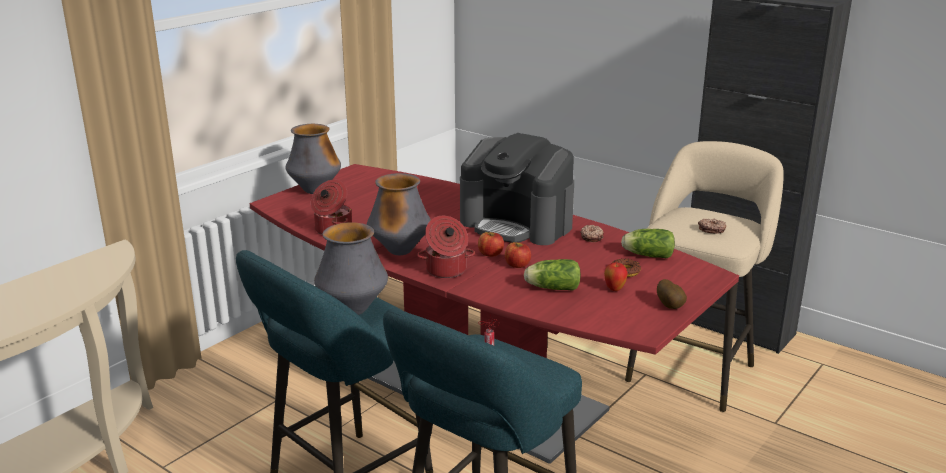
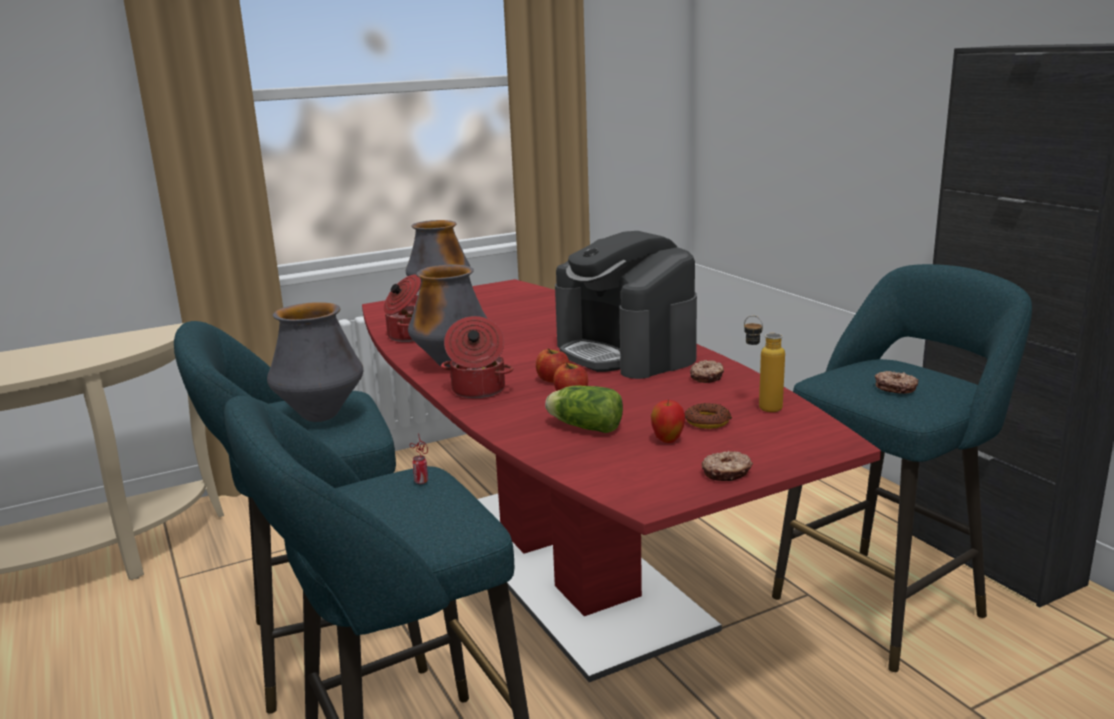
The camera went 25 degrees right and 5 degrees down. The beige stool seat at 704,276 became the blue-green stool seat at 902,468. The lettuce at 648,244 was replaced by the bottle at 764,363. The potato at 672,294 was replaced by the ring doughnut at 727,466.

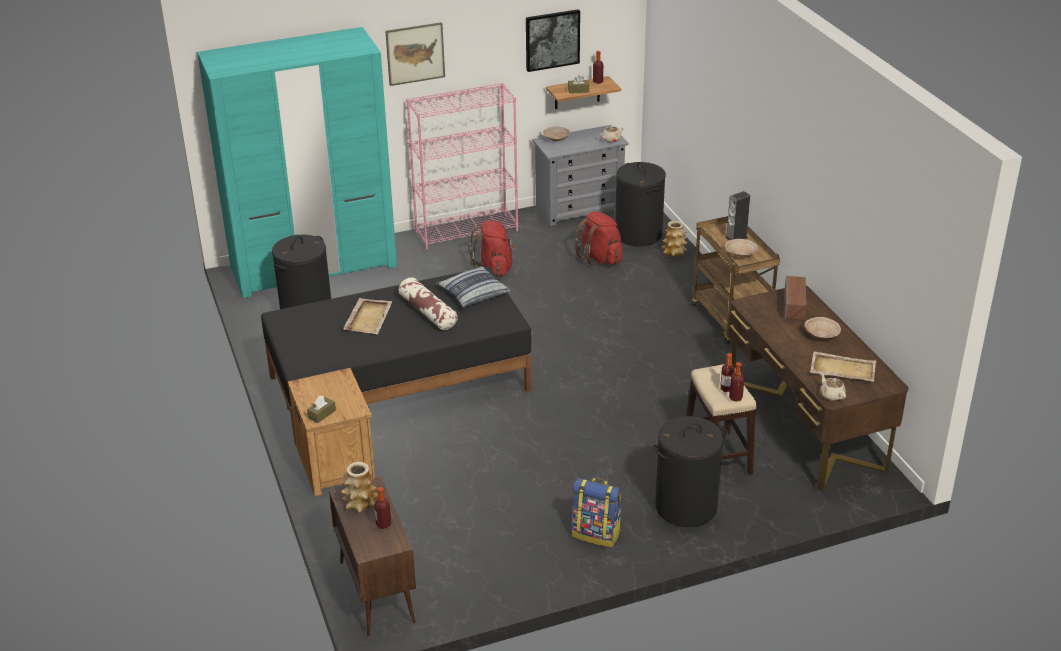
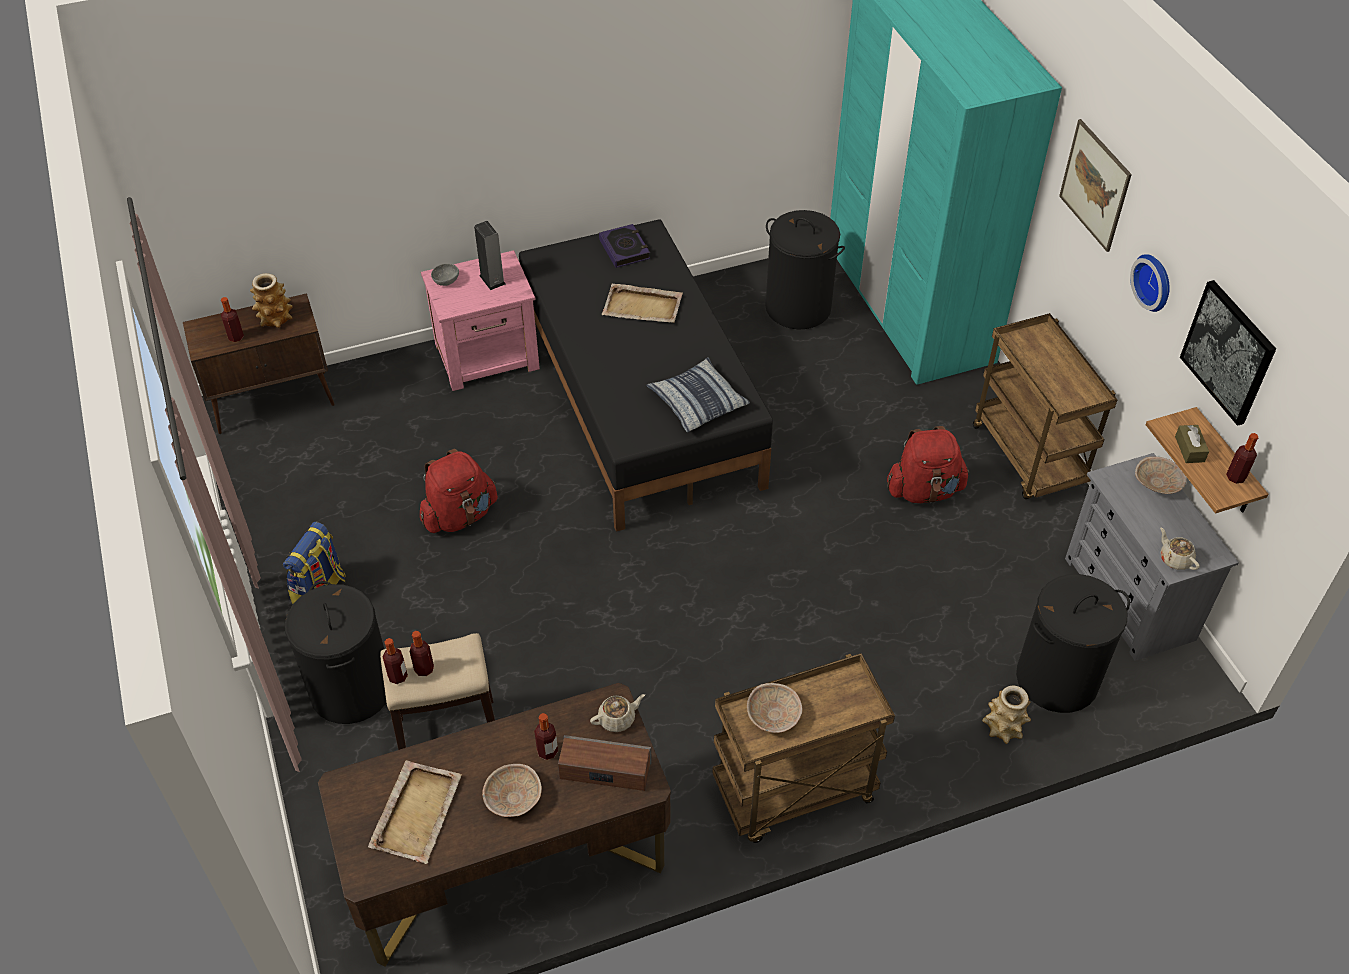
The camera went 90 degrees right and 15 degrees up. The pink bookshelf at 462,166 was replaced by the brown wheeled cart at 1045,406. The loudspeaker moved from 737,215 to 490,255. The reddish rucksack moved from 598,238 to 459,491. The pillow at 428,303 disappeared. The brown nightstand at 331,432 became the pink nightstand at 480,320. The beige pot for tea moved from 833,386 to 617,713. The brown tissue box at 321,409 was replaced by the gray serving bowl at 445,274. The bound book at 624,246 appeared. The hanging clock at 1150,283 appeared. The bottle at 546,736 appeared.

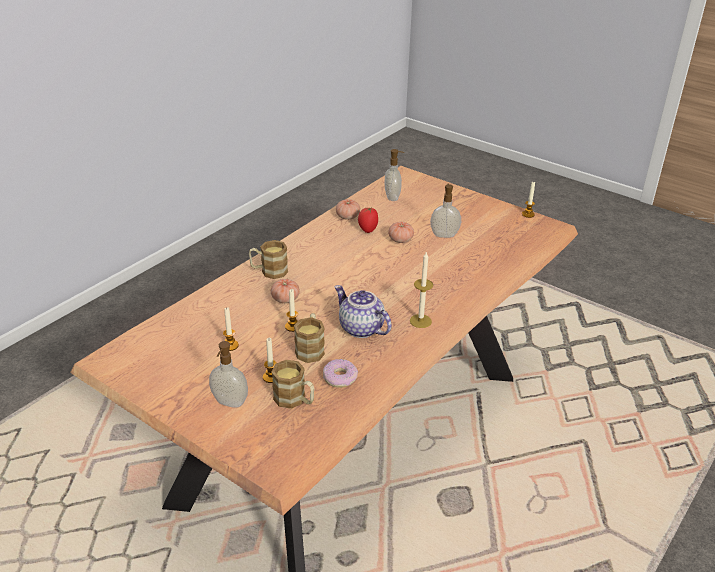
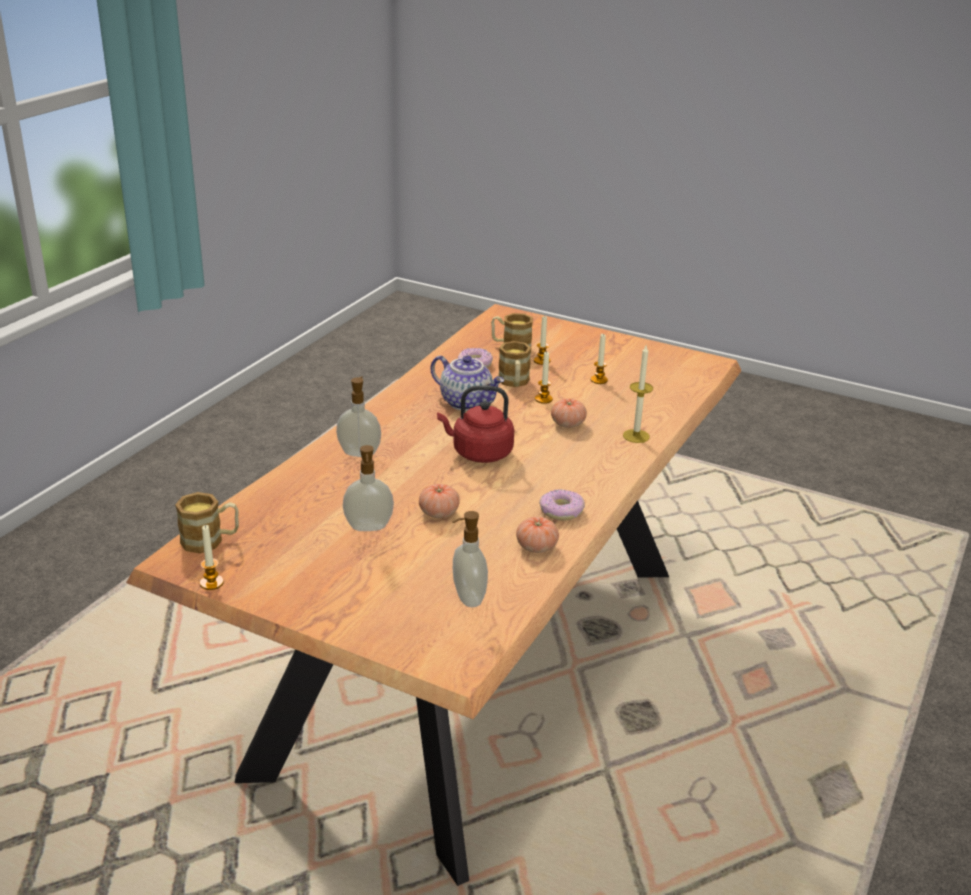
The camera went 170 degrees right and 5 degrees down. The tomato at 368,220 disappeared. The mug moved from 268,259 to 207,522. The wax light moved from 421,290 to 638,394. The liquid soap bottle moved from 228,374 to 358,416. The reddish tea kettle at 475,424 appeared. The ring doughnut at 562,504 appeared.

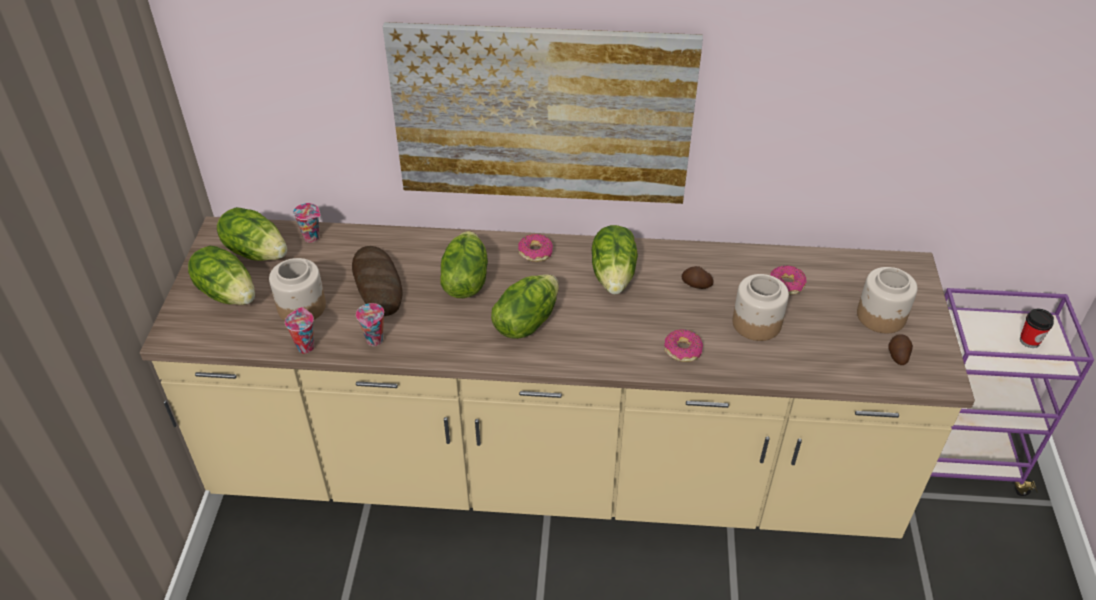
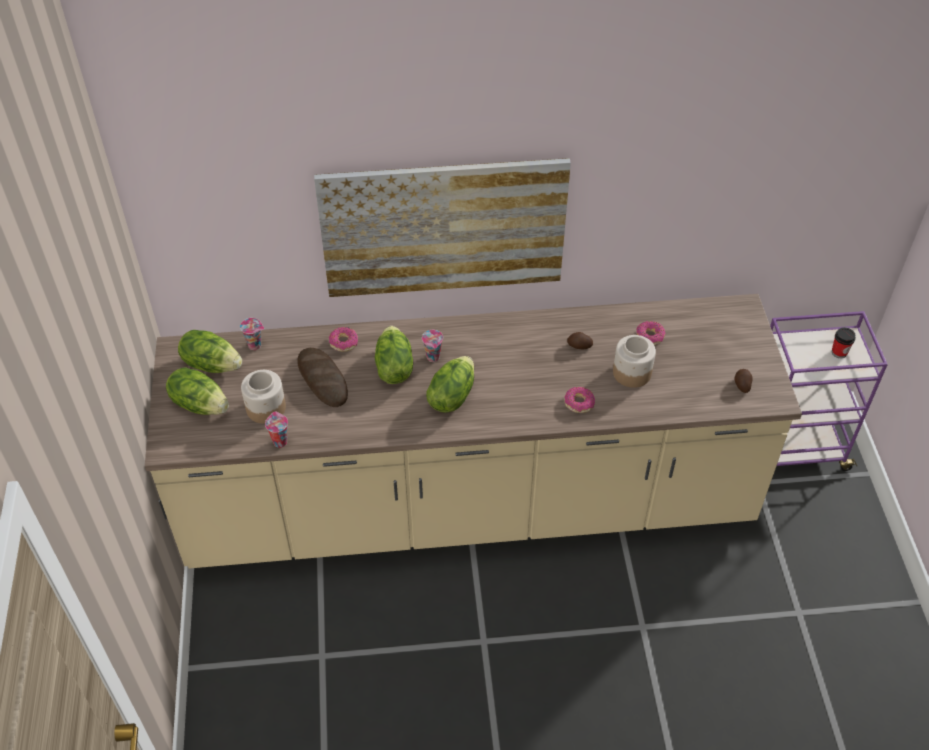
The camera went 10 degrees left and 5 degrees up. The lettuce at 614,259 disappeared. The ring doughnut moved from 535,248 to 343,339. The storage jar at 887,300 disappeared. The small cup moved from 370,324 to 432,346.

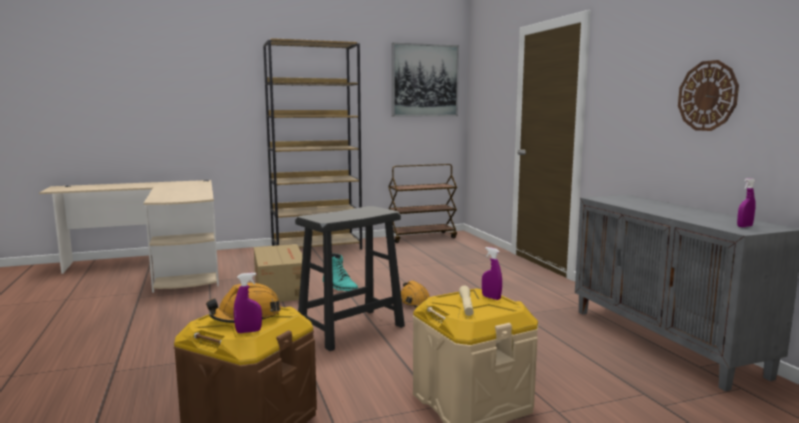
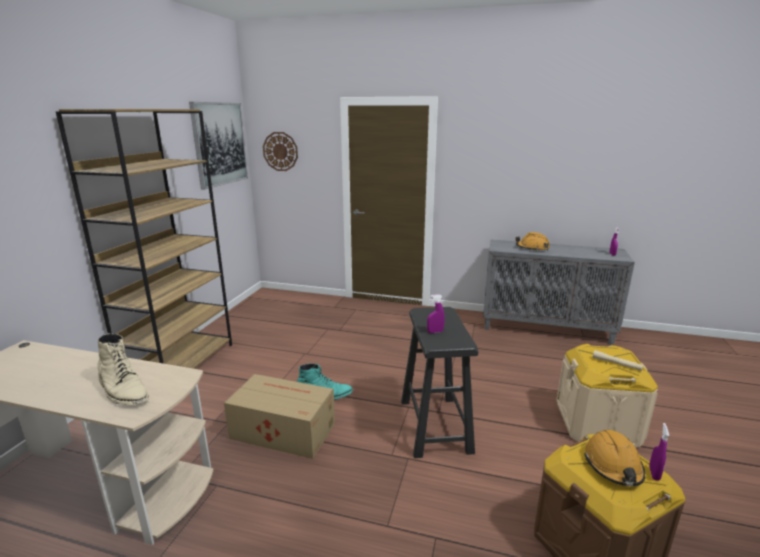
The camera went 55 degrees left and 10 degrees up. The hanging clock moved from 708,95 to 280,151. The brown wheeled cart at 422,203 disappeared. The purple hand sprayer moved from 492,273 to 436,313. The orange-coloured safety helmet moved from 415,294 to 532,241. The beige tall boot at 123,369 appeared.

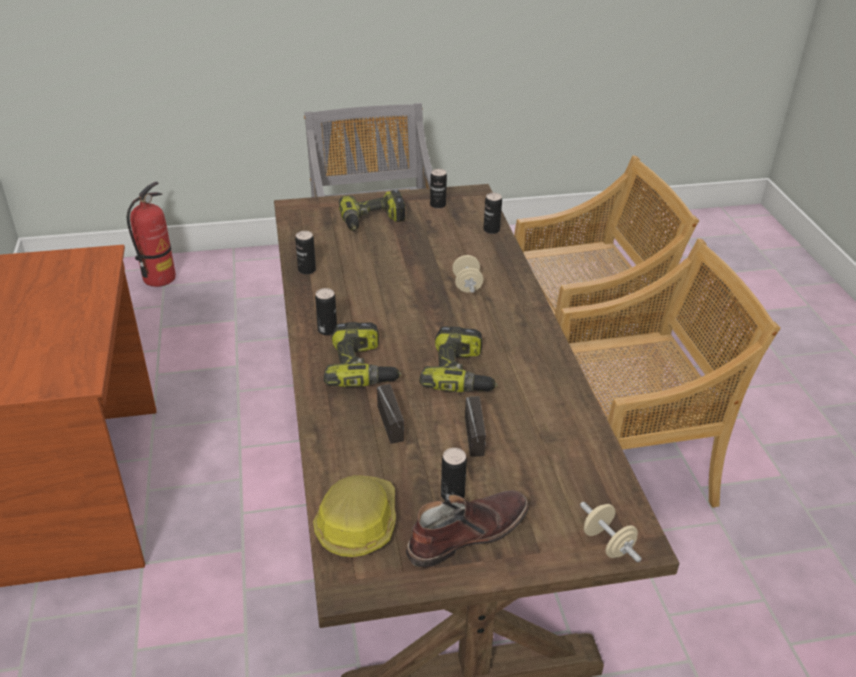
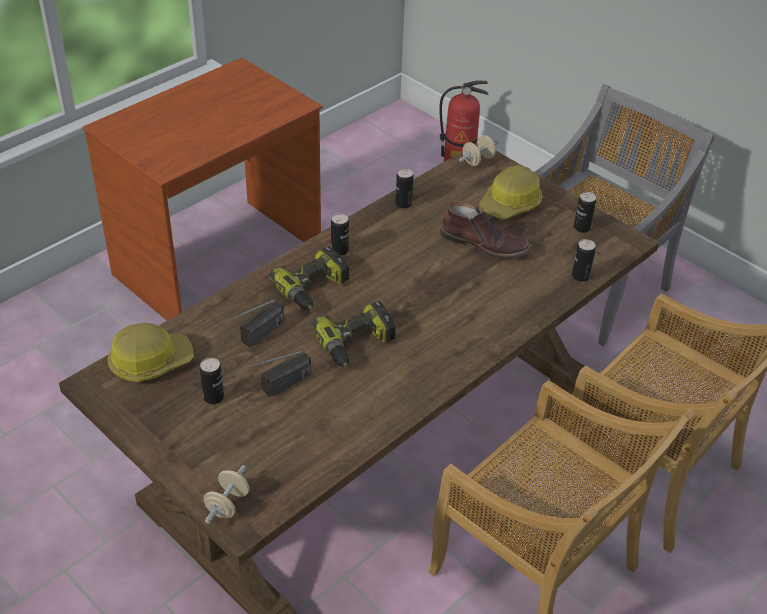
The camera went 55 degrees right and 5 degrees up. The power drill at 372,210 was replaced by the safety helmet at 510,192. The beige dumbbell moved from 467,274 to 479,150. The brown tall boot moved from 467,529 to 485,230.

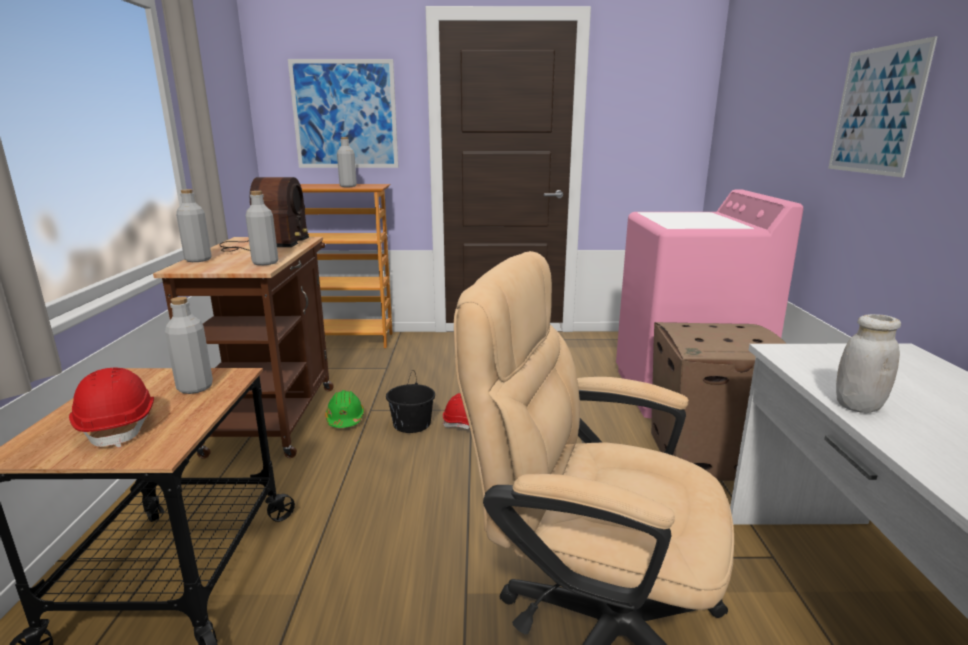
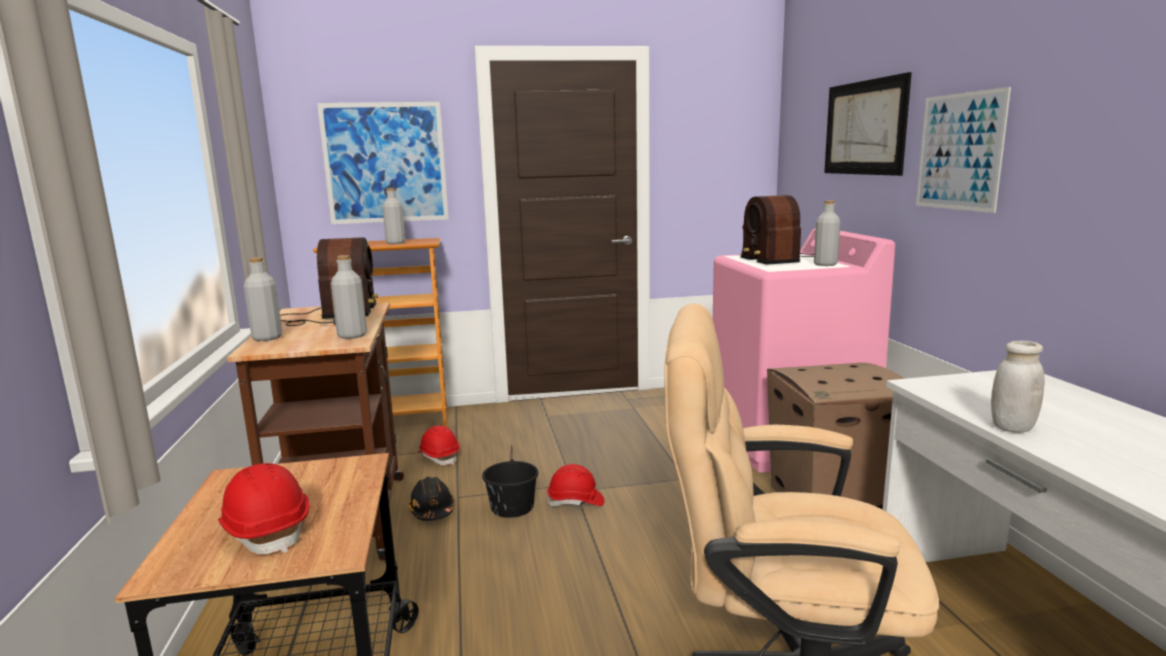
The camera went 10 degrees left and 5 degrees down. The gray bottle moved from 189,345 to 827,233. The greenish safety helmet at 344,409 became the black-coloured safety helmet at 431,499. The picture at 868,124 appeared. The radio receiver at 777,230 appeared. The reddish safety helmet at 438,445 appeared.

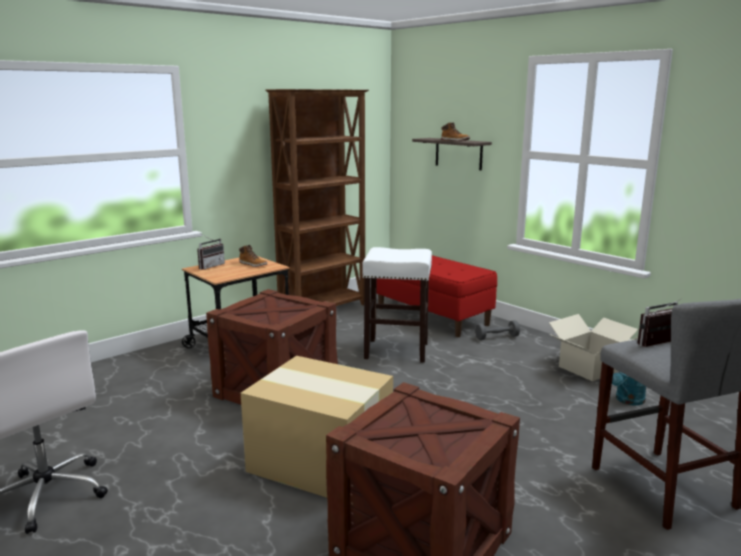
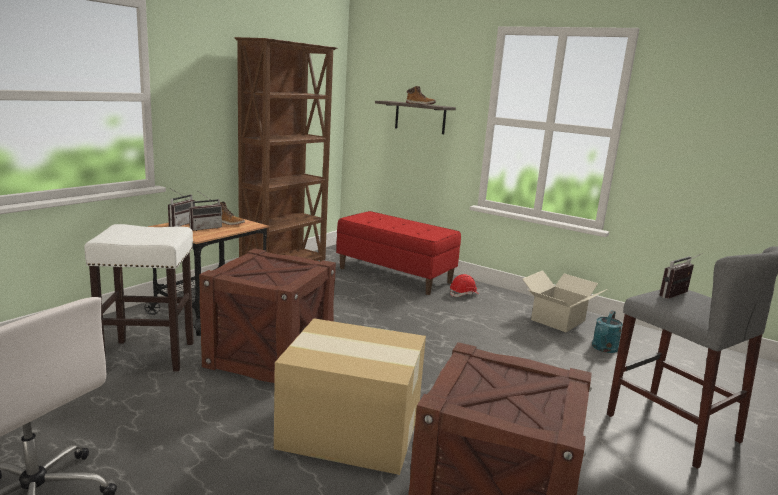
The camera went 15 degrees left and 0 degrees up. The white-coloured stool seat moved from 397,305 to 139,298. The gray dumbbell at 497,330 was replaced by the reddish safety helmet at 464,285. The radio receiver at 206,211 appeared.

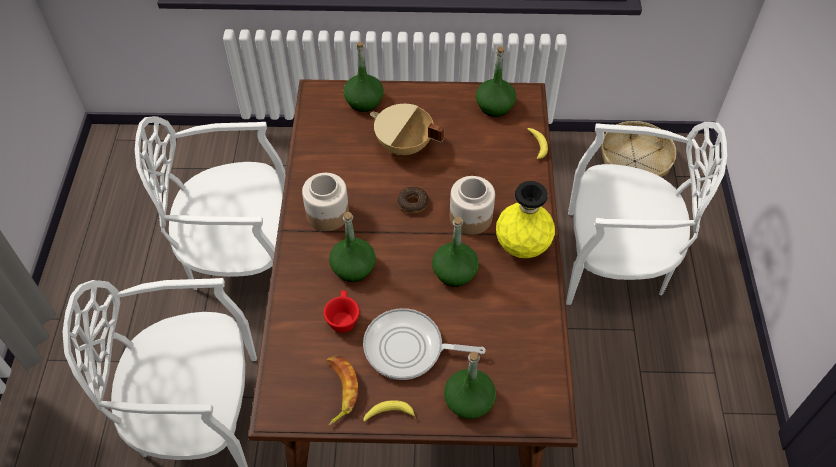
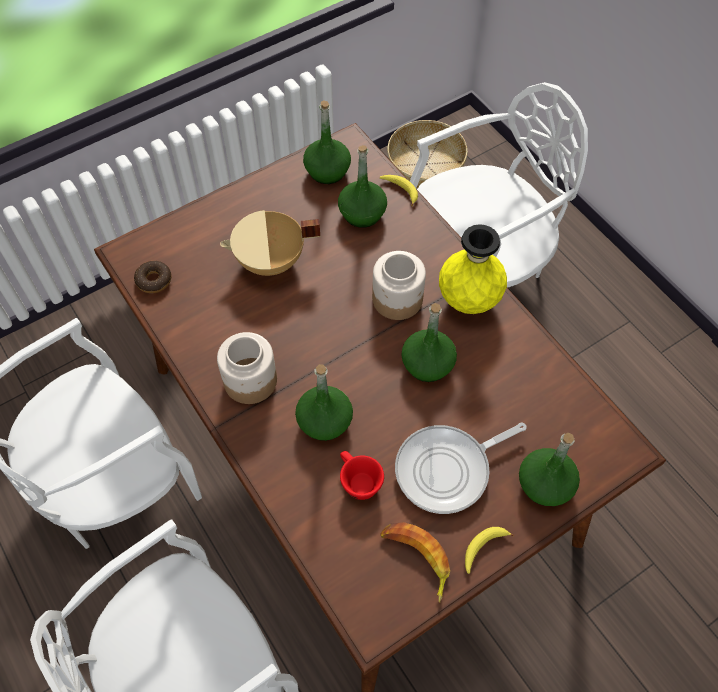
The camera went 35 degrees left and 5 degrees up. The greenish bottle moved from 363,77 to 362,186. The ring doughnut moved from 413,200 to 152,277.

